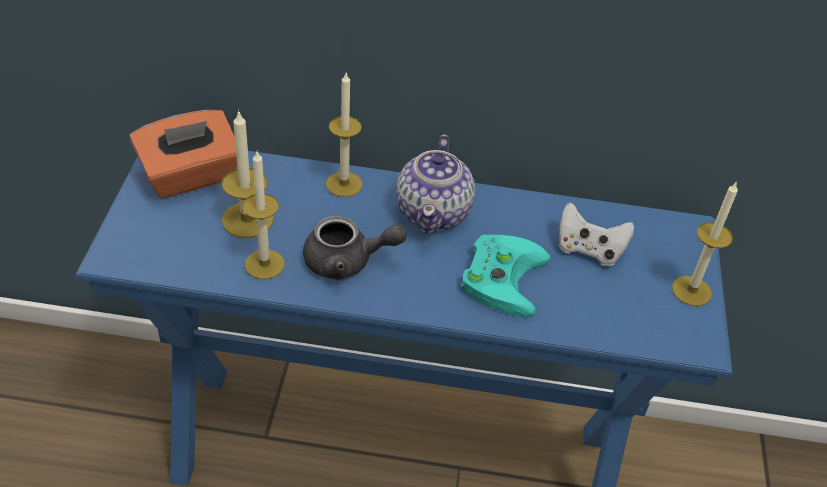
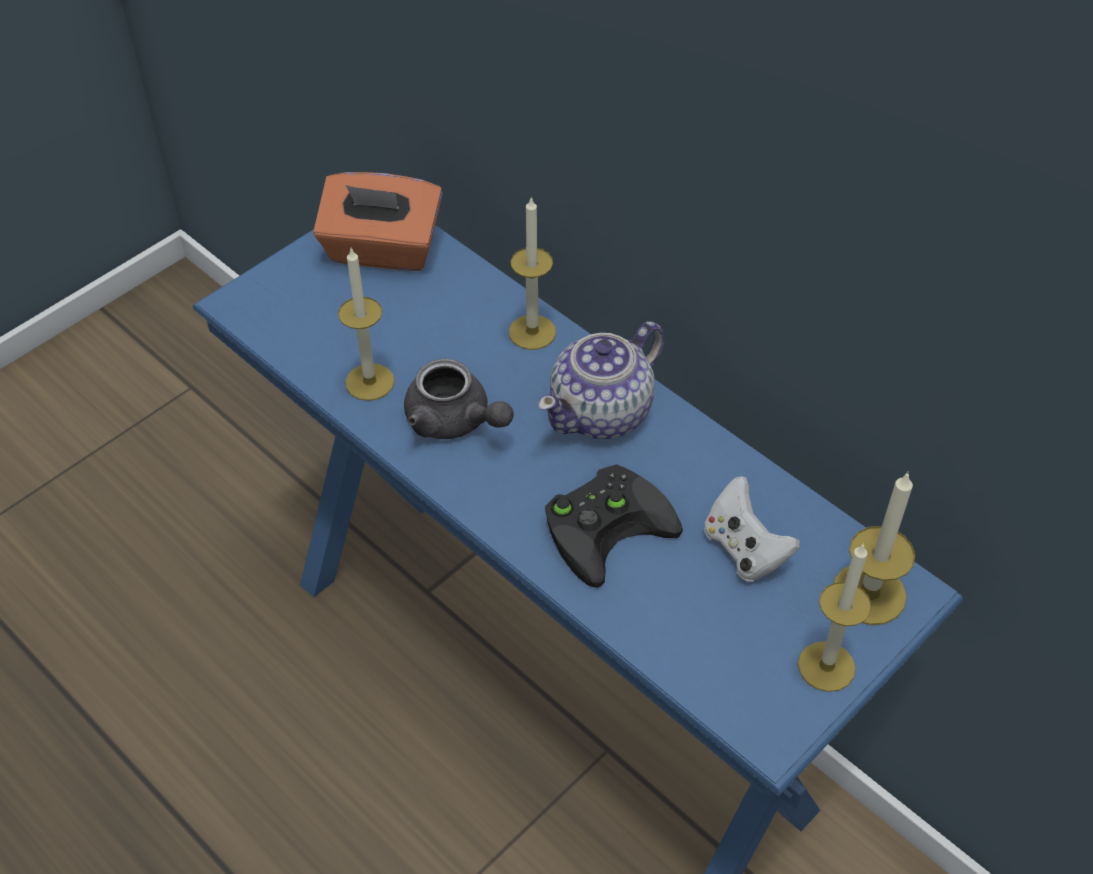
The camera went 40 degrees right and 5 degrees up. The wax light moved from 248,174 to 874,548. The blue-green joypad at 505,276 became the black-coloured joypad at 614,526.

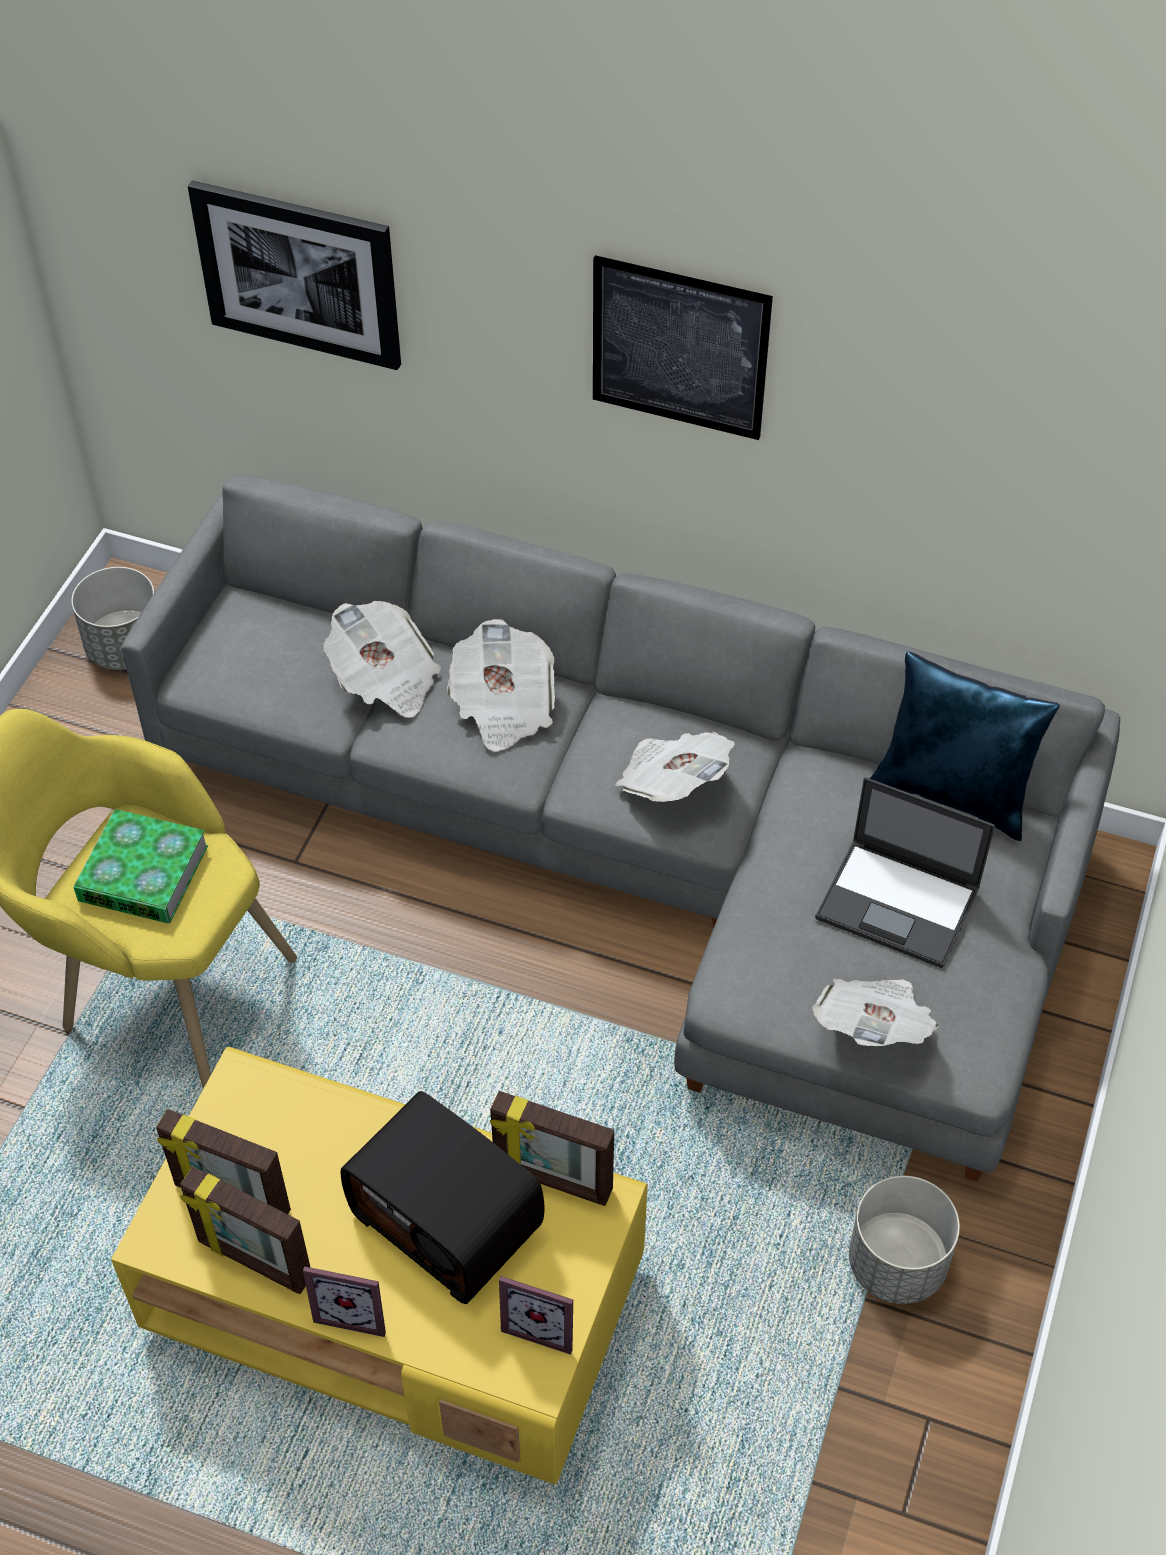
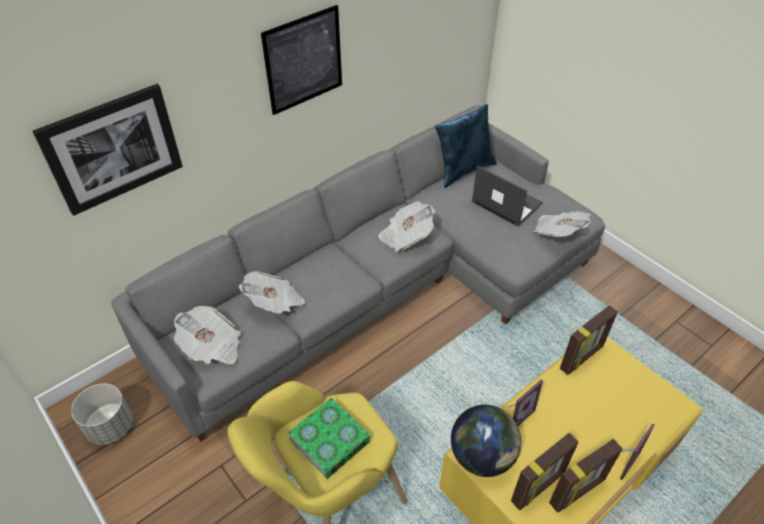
The camera went 60 degrees left and 5 degrees down. The newspaper moved from 501,685 to 207,335. The portable computer at 905,872 turned 105 degrees counterclockwise. The radio receiver at 443,1197 disappeared. The gray plant pot at 904,1240 disappeared. The picture frame moved from 536,1315 to 525,402. The desk globe at 486,441 appeared.

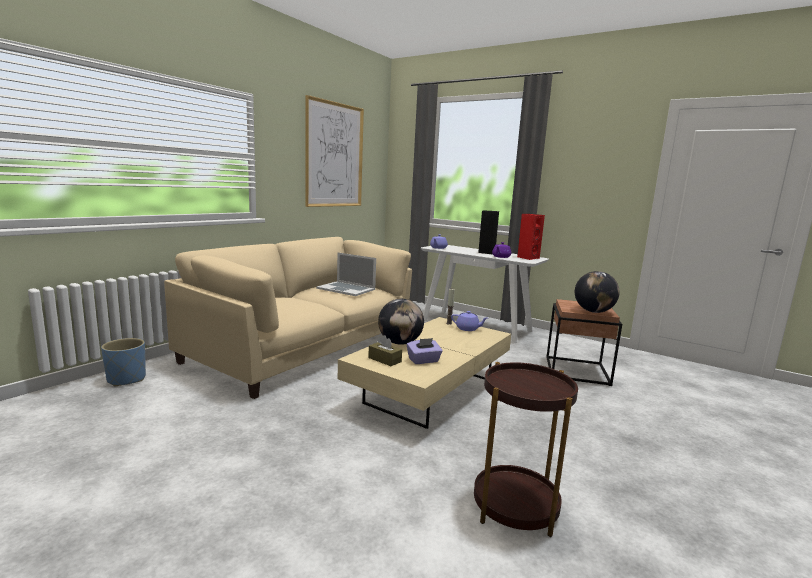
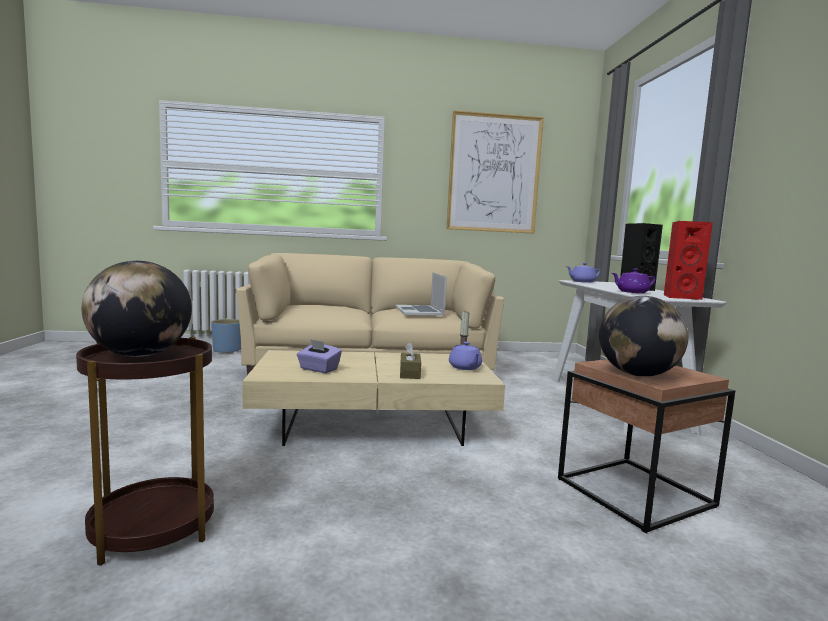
The camera went 50 degrees right and 5 degrees down. The desk globe moved from 401,322 to 137,309. The brown tissue box moved from 385,350 to 410,360.

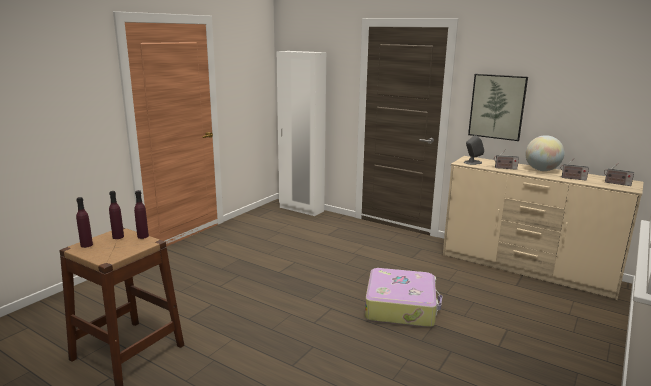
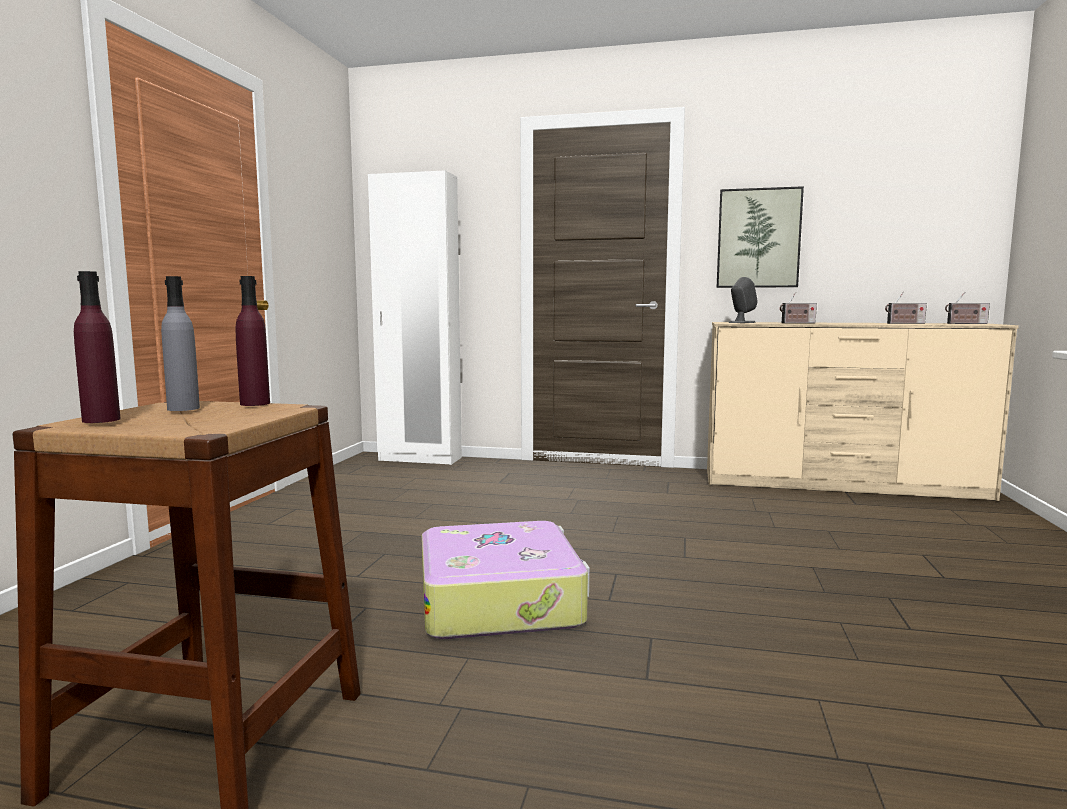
The camera went 20 degrees left and 10 degrees down. The desk globe at 544,153 disappeared. The purple bottle at 116,215 became the gray bottle at 180,343. The travel case moved from 403,297 to 506,580.

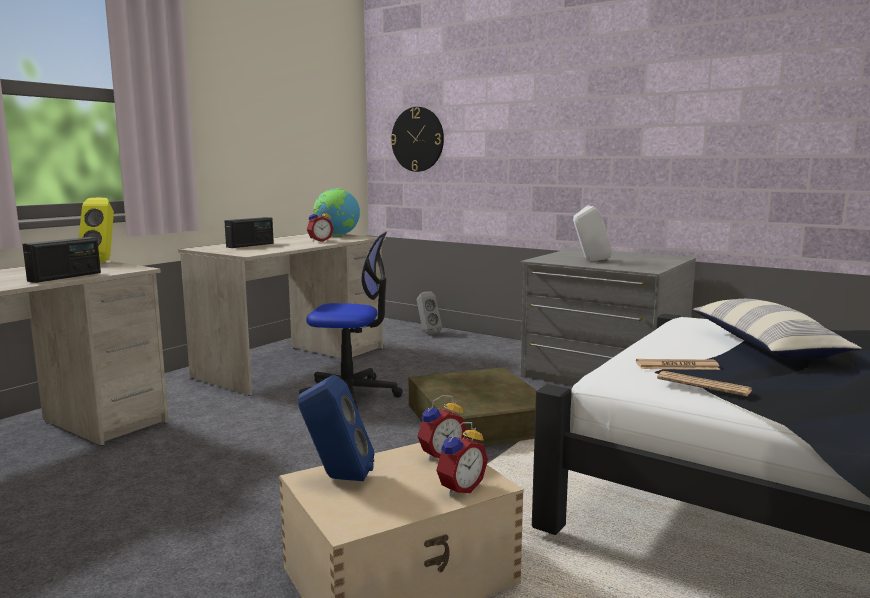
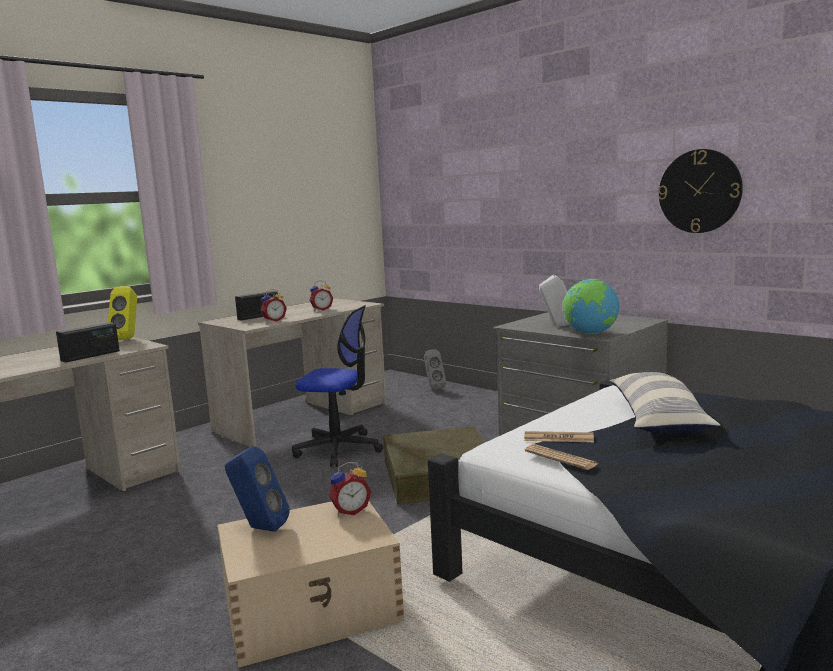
The camera went 10 degrees right and 0 degrees up. The hanging clock moved from 417,139 to 700,191. The desk globe moved from 336,212 to 591,306. The table clock moved from 462,459 to 274,305.

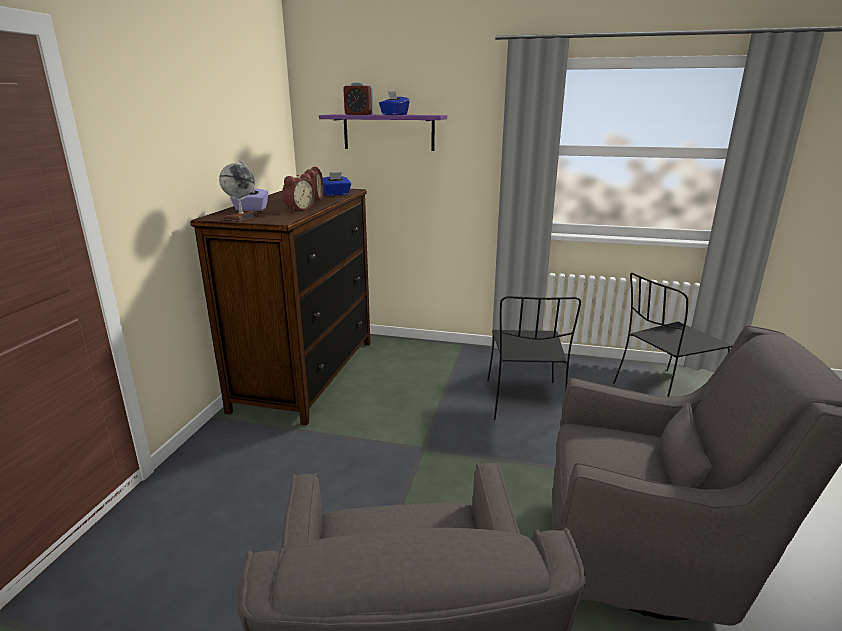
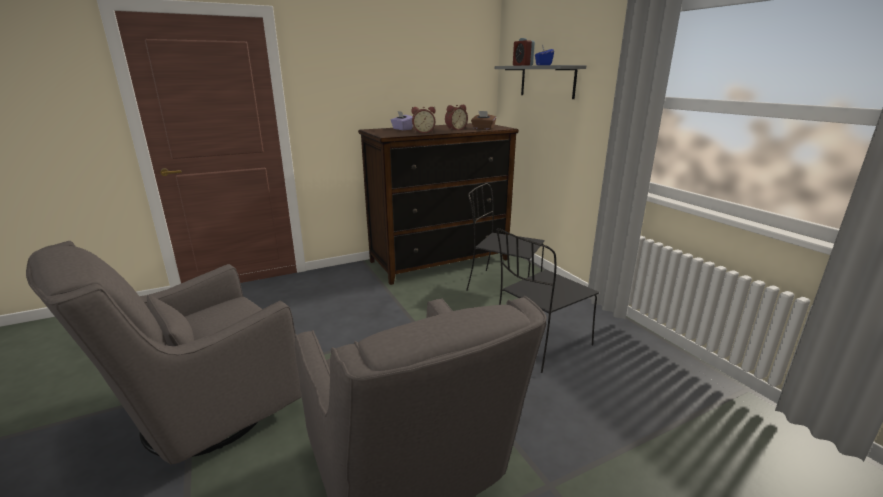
The camera went 50 degrees right and 0 degrees up. The purple wall shelf at 383,132 became the gray wall shelf at 541,82. The desk globe at 239,191 disappeared. The bluish tissue box at 337,184 became the brown tissue box at 483,120. The black-coloured chair moved from 673,335 to 505,237.

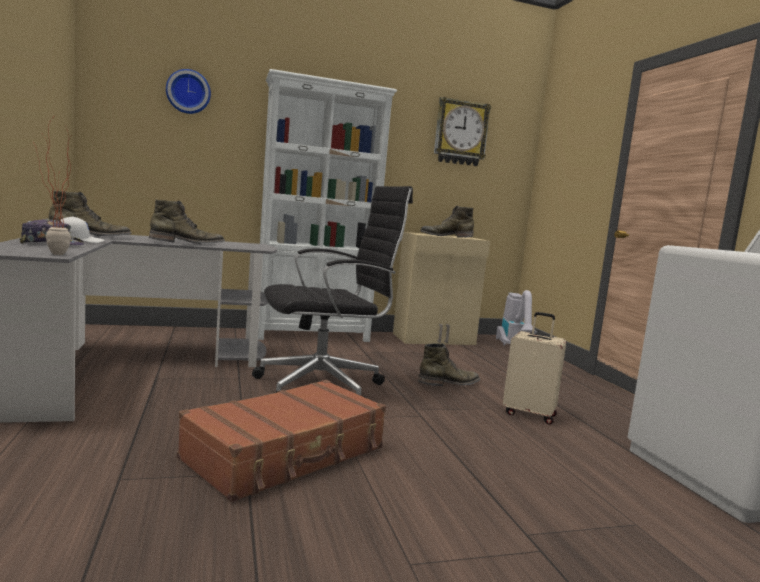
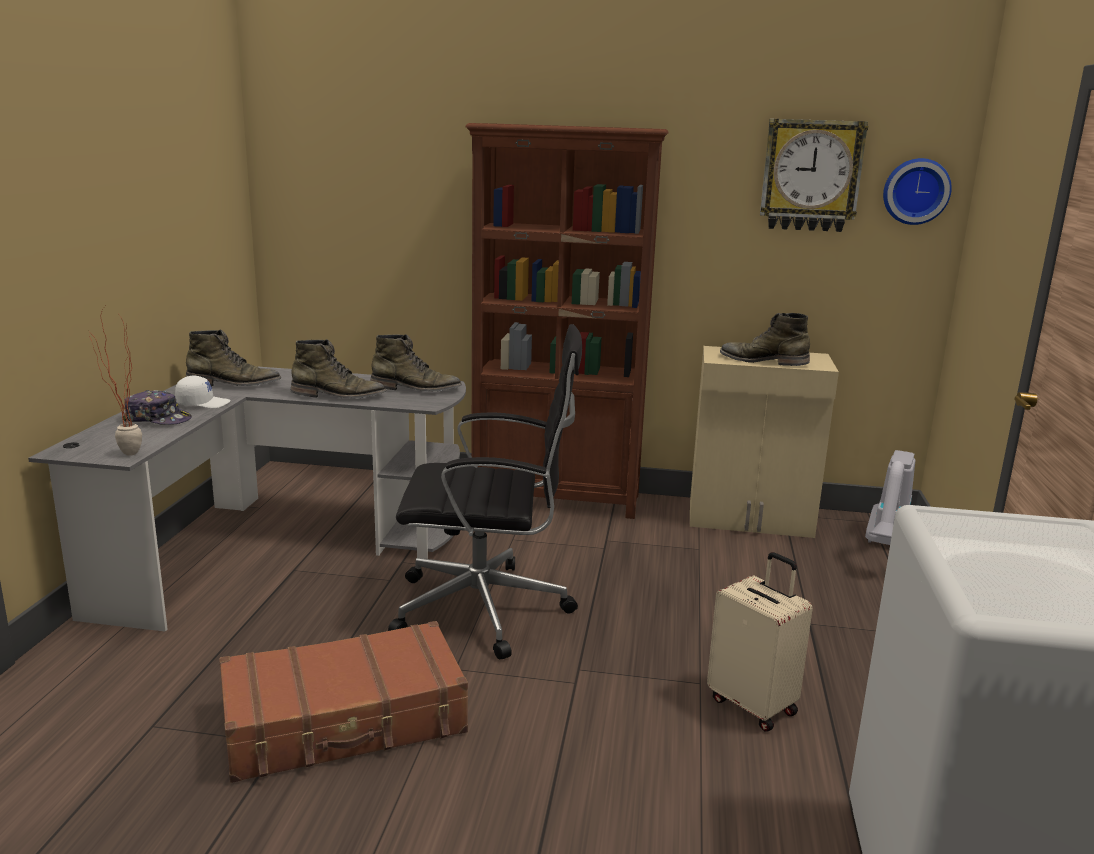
The camera went 25 degrees right and 10 degrees up. The hanging clock moved from 188,91 to 917,191. The white-coloured bookshelf at 327,205 became the brown bookshelf at 567,321. The greenish tall boot moved from 449,364 to 416,363.

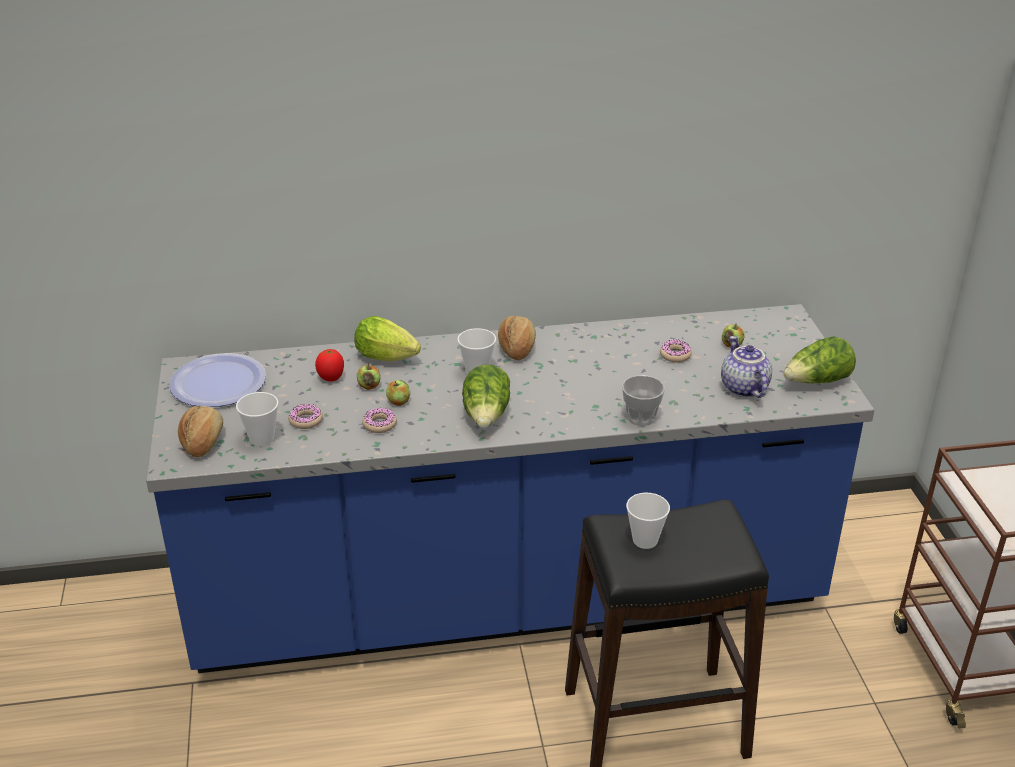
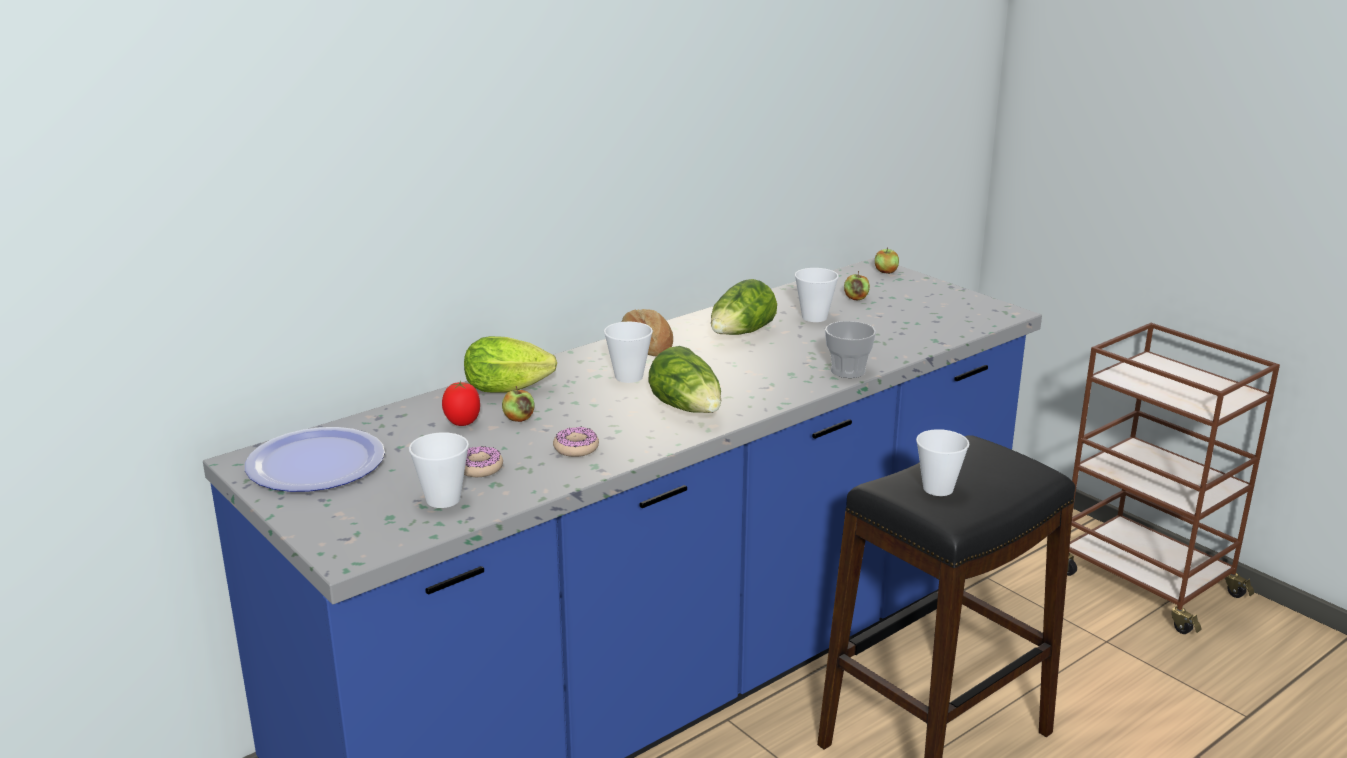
The camera went 30 degrees left and 10 degrees down. The pot for tea at 746,367 disappeared. The lettuce moved from 819,359 to 744,307. The ring doughnut at 676,351 was replaced by the small cup at 817,295. The apple moved from 398,393 to 887,260. The bread at 200,432 disappeared.

